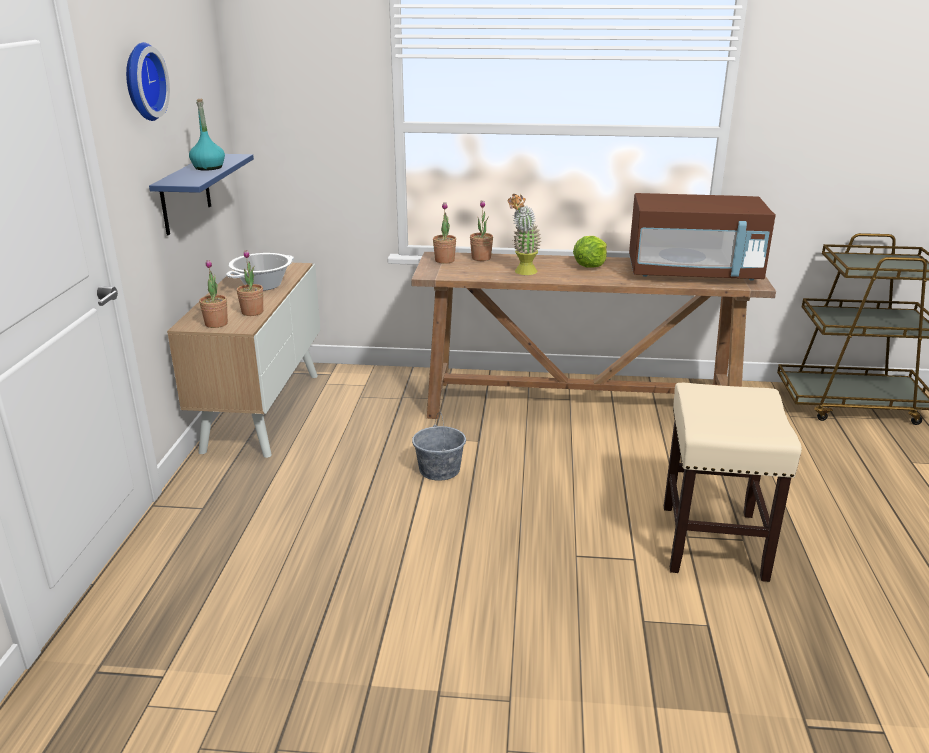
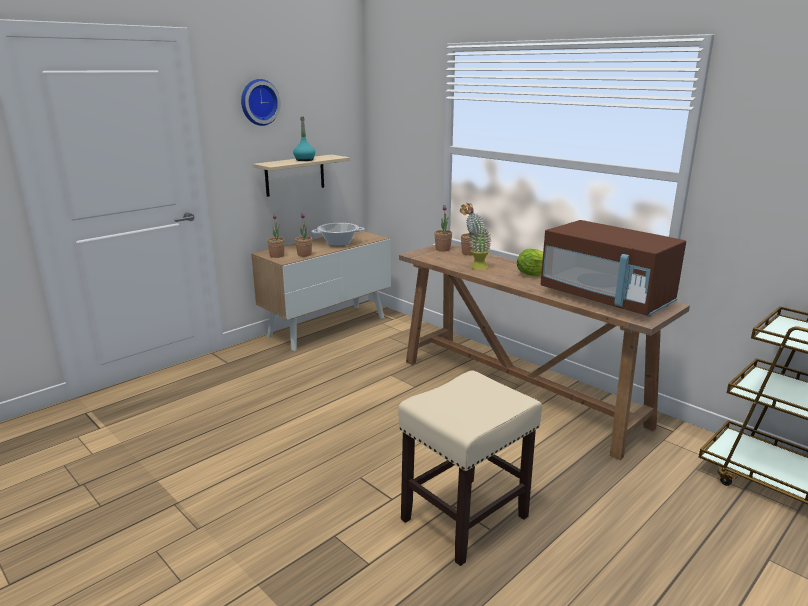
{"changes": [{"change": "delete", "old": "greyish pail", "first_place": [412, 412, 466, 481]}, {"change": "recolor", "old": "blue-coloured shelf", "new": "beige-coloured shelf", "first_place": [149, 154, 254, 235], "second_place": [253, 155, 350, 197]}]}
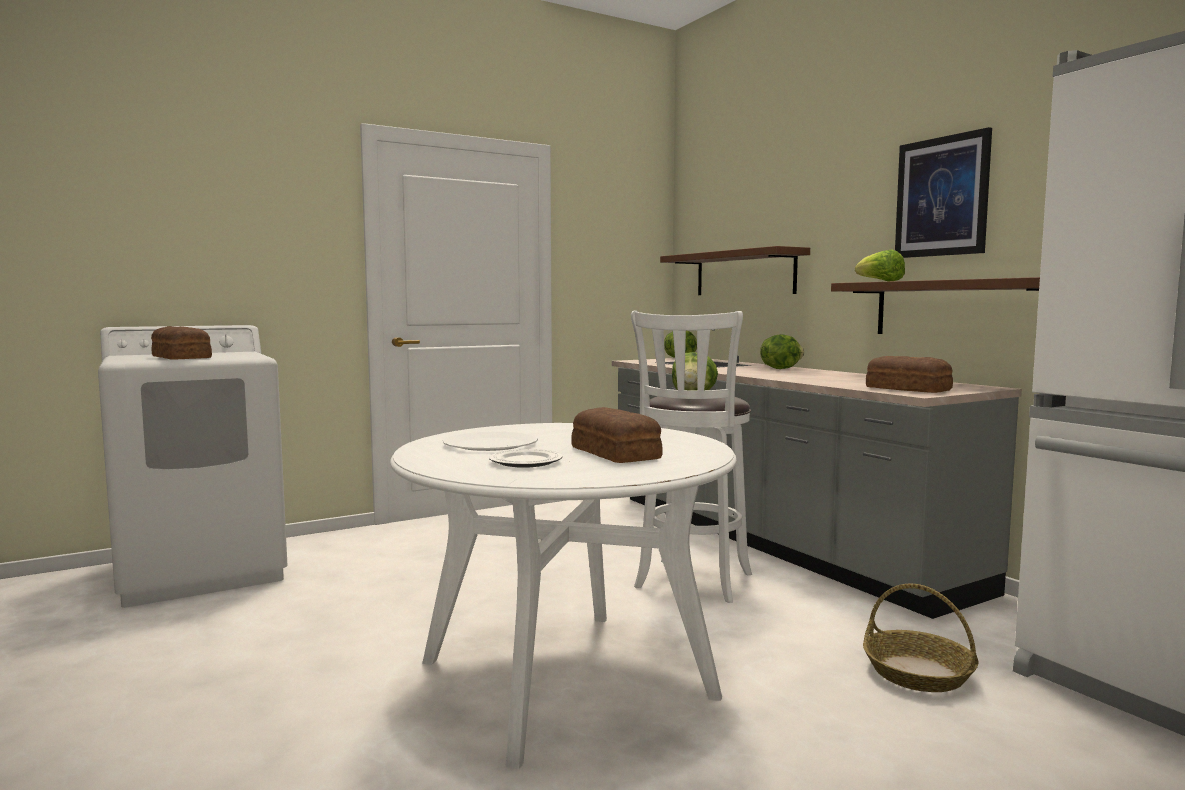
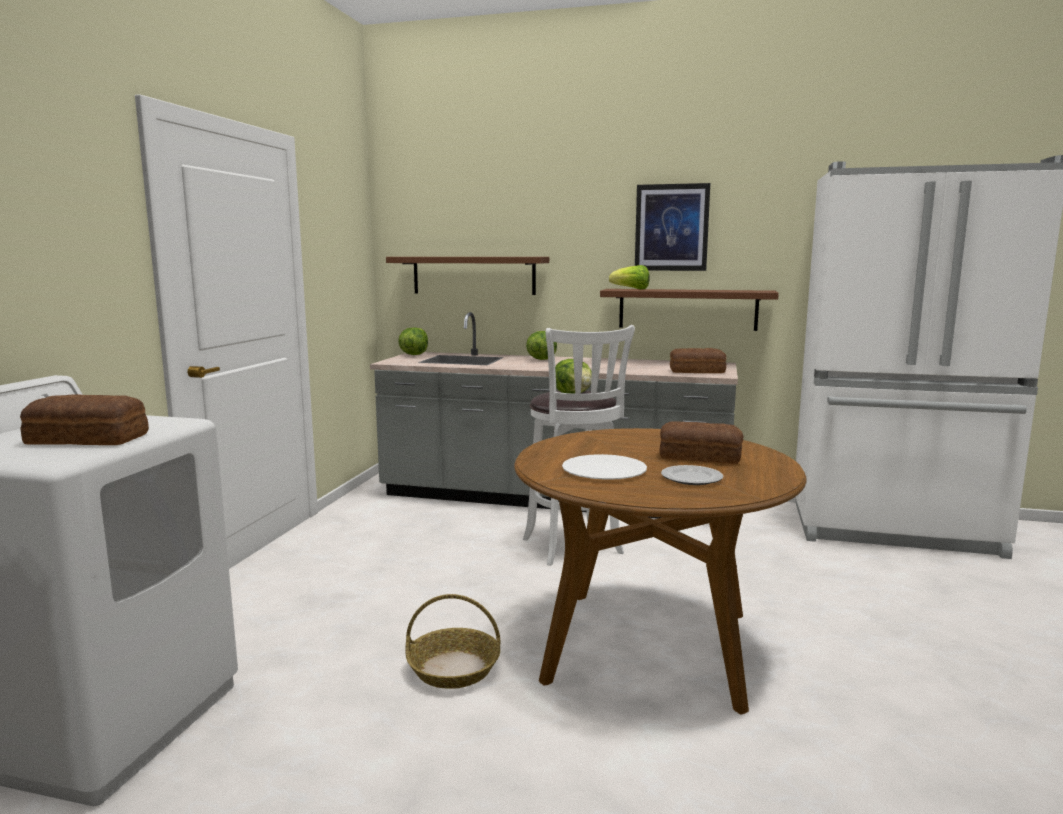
{"changes": [{"change": "move", "old": "household basket", "first_place": [863, 584, 979, 692], "second_place": [405, 594, 501, 689]}, {"change": "recolor", "old": "white-coloured dinner table", "new": "brownish dinner table", "first_place": [390, 423, 737, 769], "second_place": [514, 428, 806, 714]}]}
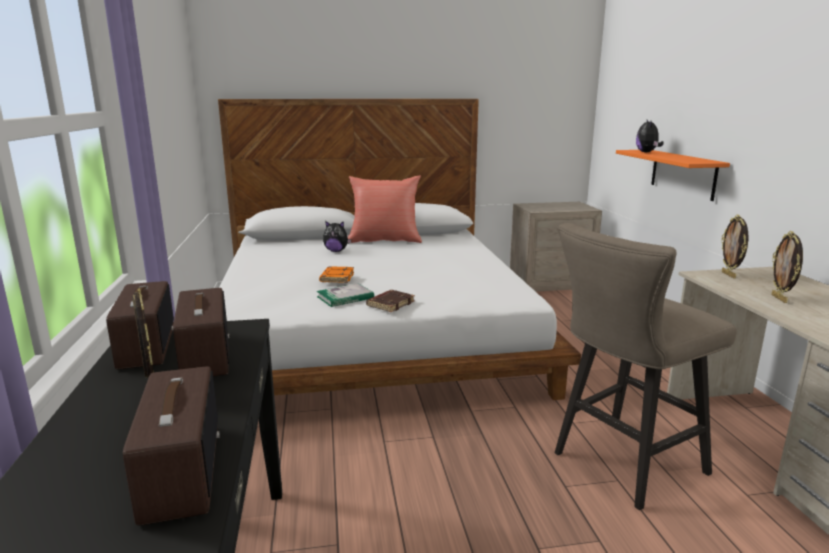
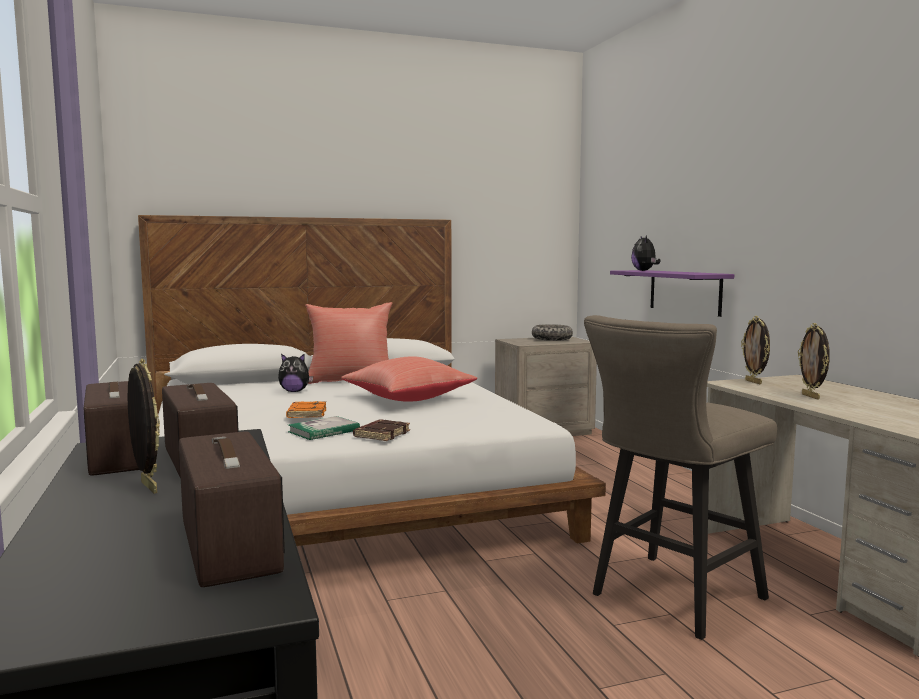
{"changes": [{"change": "insert", "new": "red throw pillow", "second_place": [341, 356, 478, 402]}, {"change": "insert", "new": "serving bowl", "second_place": [532, 324, 573, 341]}, {"change": "recolor", "old": "orangey shelf", "new": "purple shelf", "first_place": [616, 150, 730, 201], "second_place": [610, 270, 734, 317]}]}
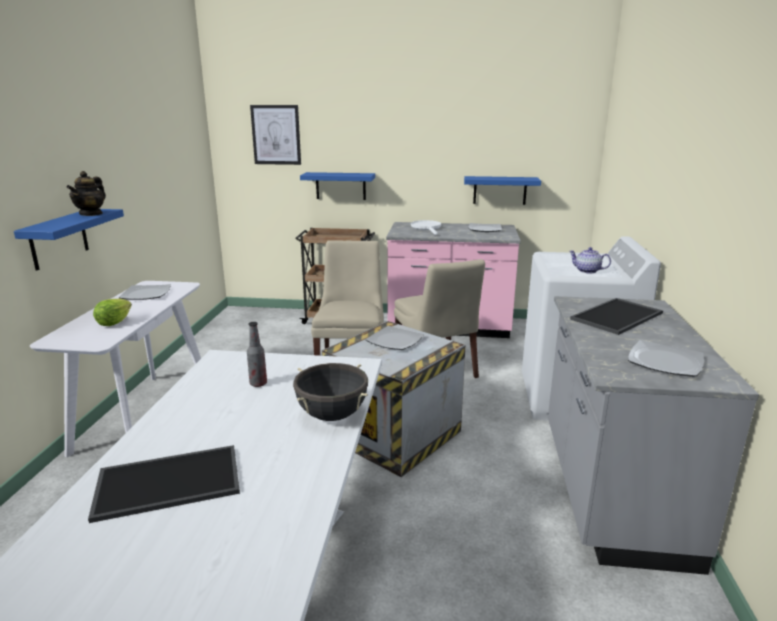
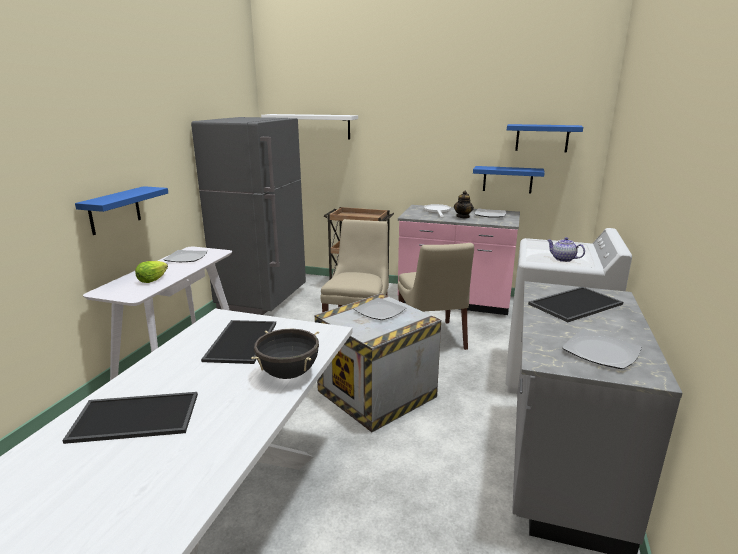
{"changes": [{"change": "insert", "new": "greyish refrigerator", "second_place": [191, 117, 306, 315]}, {"change": "move", "old": "tea pot", "first_place": [66, 171, 106, 216], "second_place": [454, 190, 474, 219]}, {"change": "move", "old": "blue-coloured shelf", "first_place": [300, 172, 375, 200], "second_place": [507, 124, 583, 152]}, {"change": "replace", "old": "drink bottle", "new": "tray", "first_place": [247, 322, 267, 387], "second_place": [201, 320, 276, 364]}, {"change": "replace", "old": "picture", "new": "white-coloured shelf", "first_place": [250, 105, 301, 165], "second_place": [261, 114, 358, 140]}]}
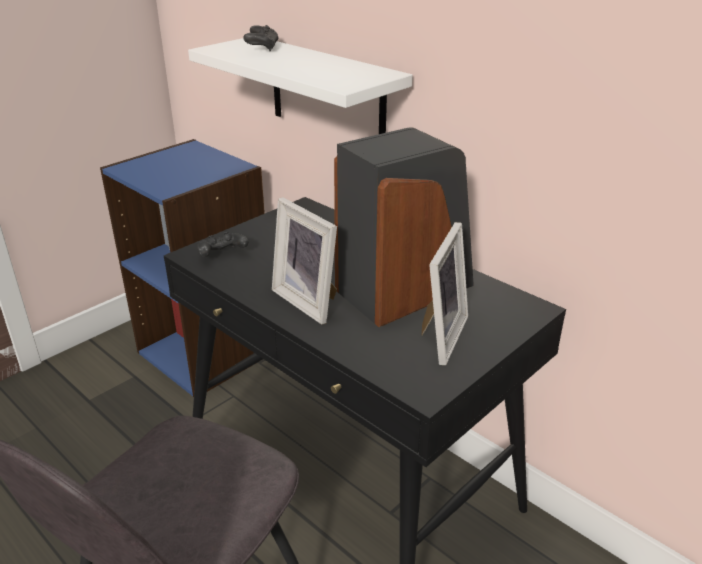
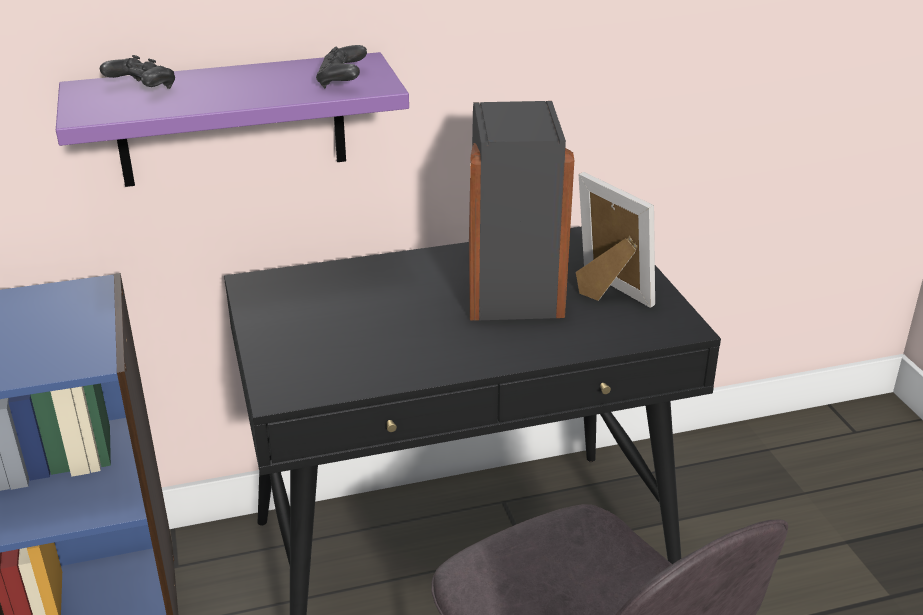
{"changes": [{"change": "delete", "old": "standing frame", "first_place": [272, 197, 337, 324]}, {"change": "move", "old": "black game controller", "first_place": [197, 232, 249, 257], "second_place": [316, 45, 367, 88]}, {"change": "recolor", "old": "white-coloured shelf", "new": "purple shelf", "first_place": [188, 38, 413, 134], "second_place": [56, 52, 409, 187]}]}
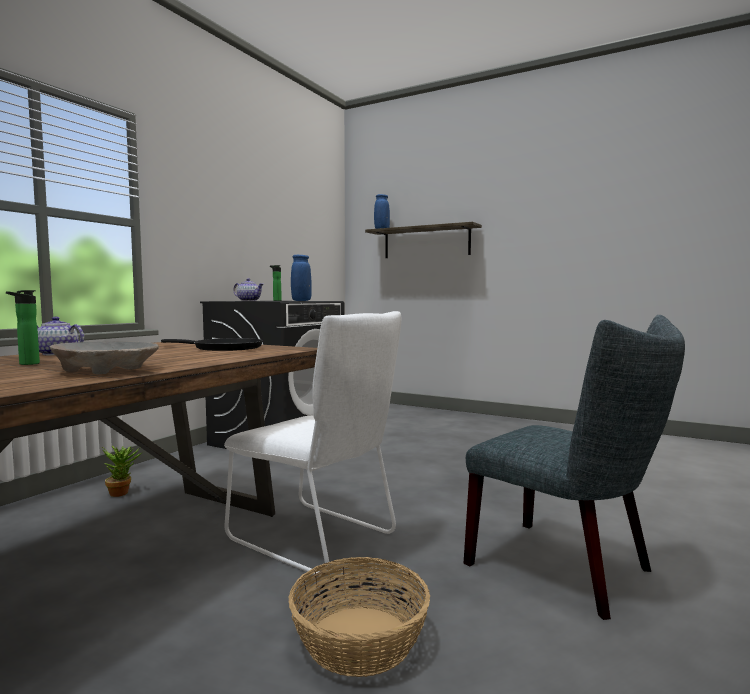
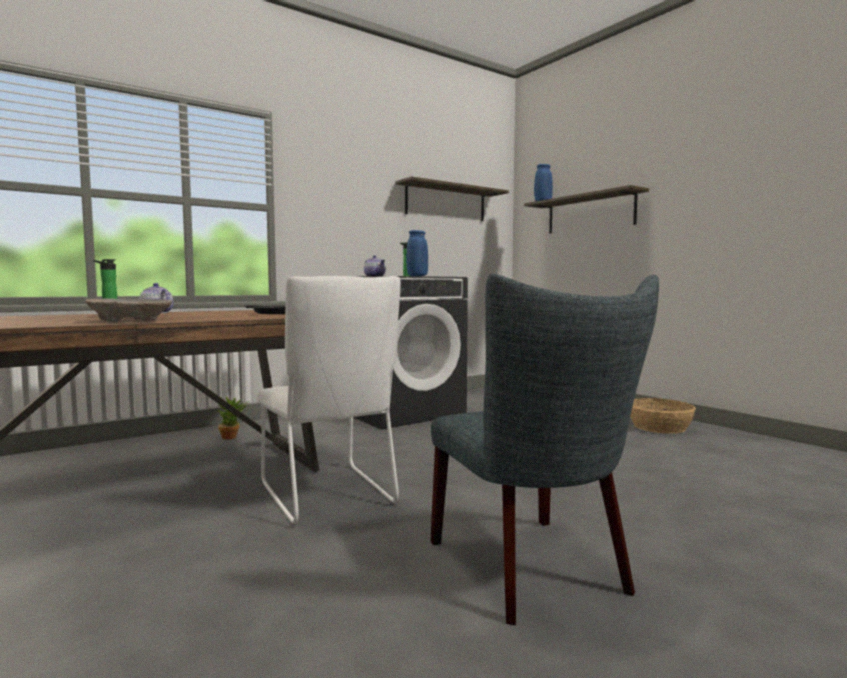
{"changes": [{"change": "insert", "new": "shelf", "second_place": [395, 176, 509, 221]}, {"change": "move", "old": "household basket", "first_place": [289, 557, 430, 677], "second_place": [630, 398, 696, 434]}]}
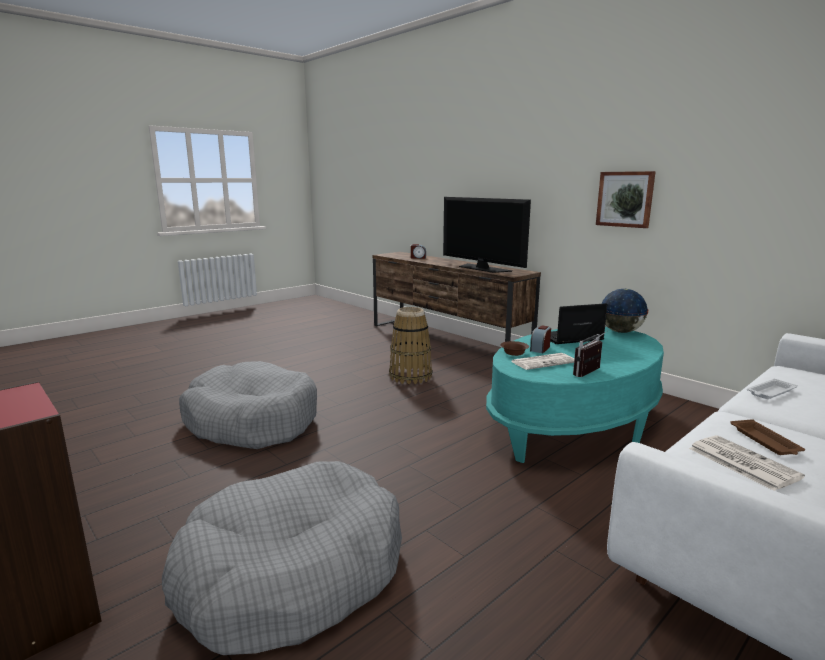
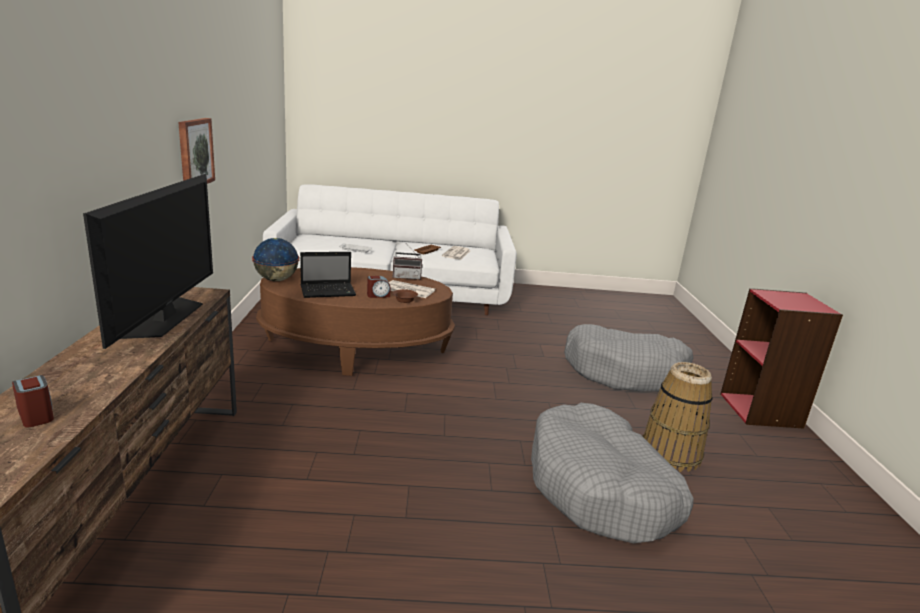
{"changes": [{"change": "move", "old": "household basket", "first_place": [389, 307, 432, 384], "second_place": [643, 362, 713, 472]}, {"change": "recolor", "old": "turquoise coffee table", "new": "brownish coffee table", "first_place": [486, 327, 664, 463], "second_place": [256, 267, 455, 376]}, {"change": "rotate", "old": "laptop", "first_place": [550, 303, 607, 344], "second_place": [300, 252, 356, 298], "degrees": -45}]}
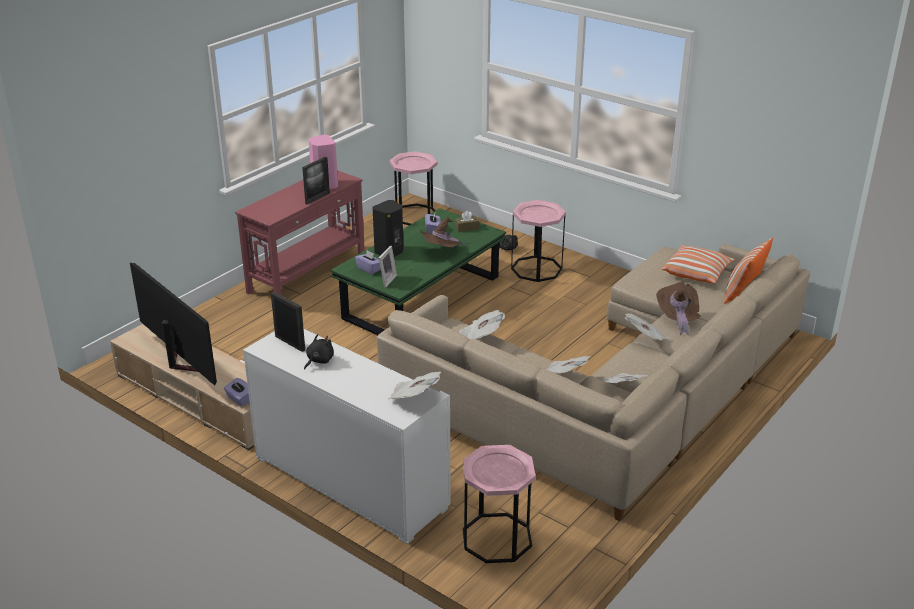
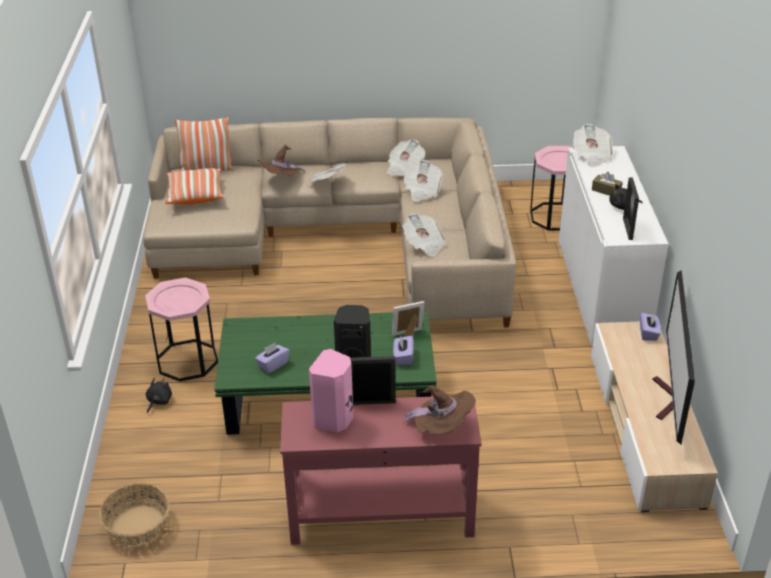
{"changes": [{"change": "move", "old": "brownish hat", "first_place": [419, 217, 466, 247], "second_place": [403, 385, 476, 435]}, {"change": "move", "old": "brownish box of tissues", "first_place": [455, 211, 479, 232], "second_place": [592, 172, 623, 196]}, {"change": "replace", "old": "pinkish end table", "new": "household basket", "first_place": [390, 151, 437, 225], "second_place": [99, 483, 170, 546]}]}
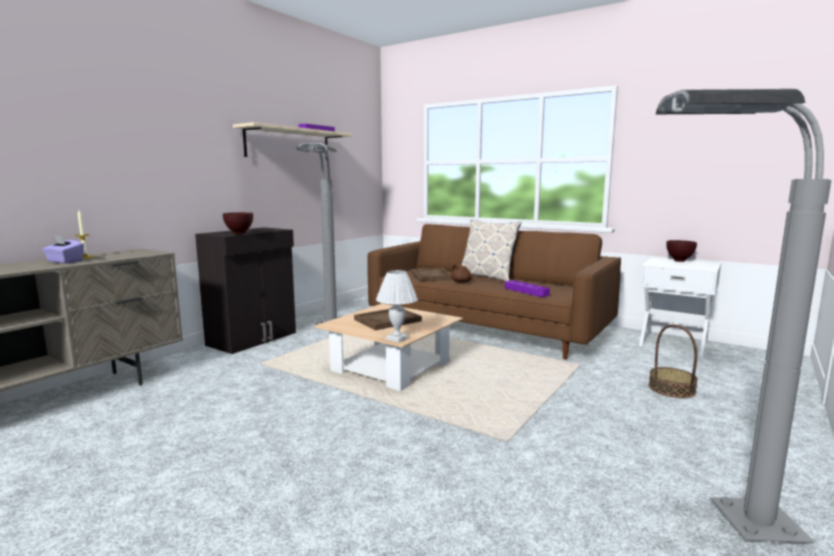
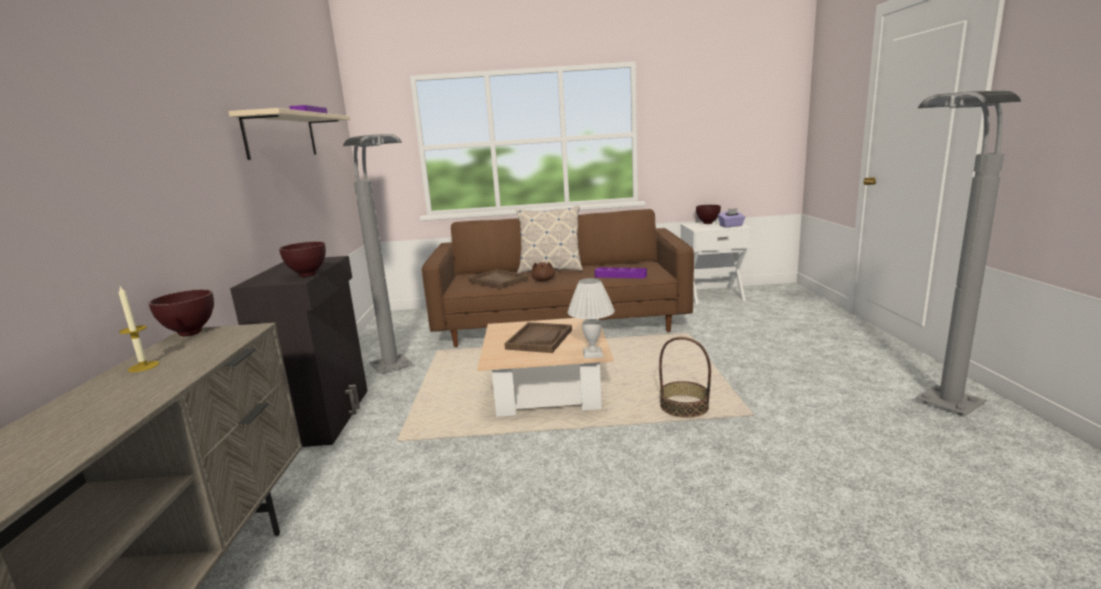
{"changes": [{"change": "insert", "new": "brownish serving bowl", "second_place": [149, 289, 214, 336]}, {"change": "move", "old": "purple box of tissues", "first_place": [42, 235, 84, 264], "second_place": [718, 208, 745, 227]}, {"change": "move", "old": "household basket", "first_place": [648, 324, 698, 398], "second_place": [659, 337, 711, 418]}]}
